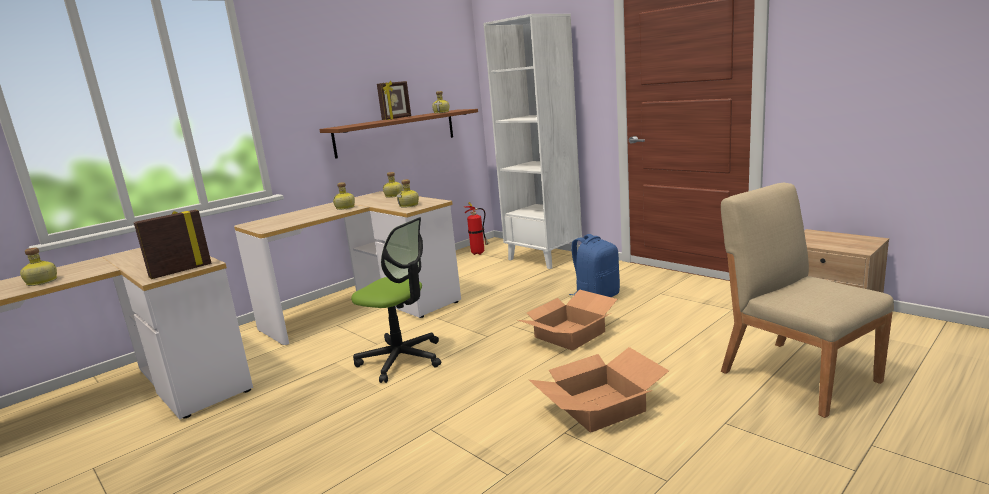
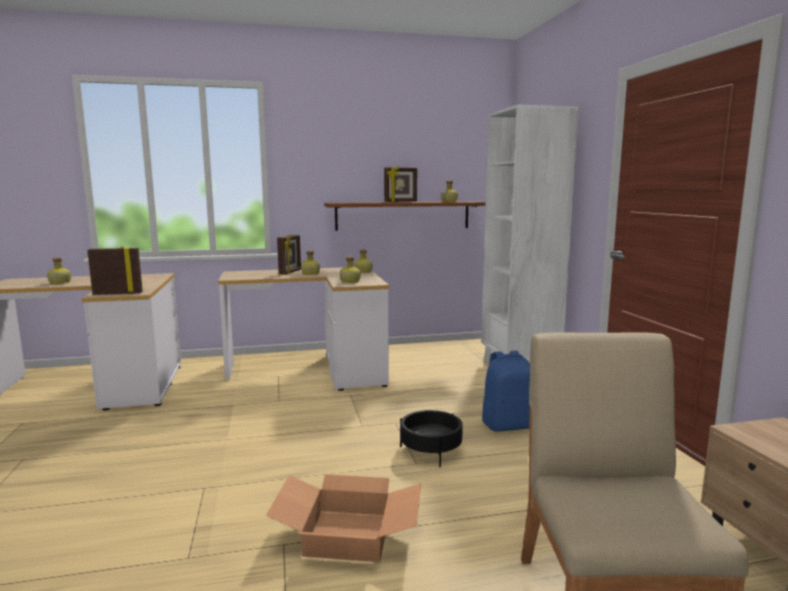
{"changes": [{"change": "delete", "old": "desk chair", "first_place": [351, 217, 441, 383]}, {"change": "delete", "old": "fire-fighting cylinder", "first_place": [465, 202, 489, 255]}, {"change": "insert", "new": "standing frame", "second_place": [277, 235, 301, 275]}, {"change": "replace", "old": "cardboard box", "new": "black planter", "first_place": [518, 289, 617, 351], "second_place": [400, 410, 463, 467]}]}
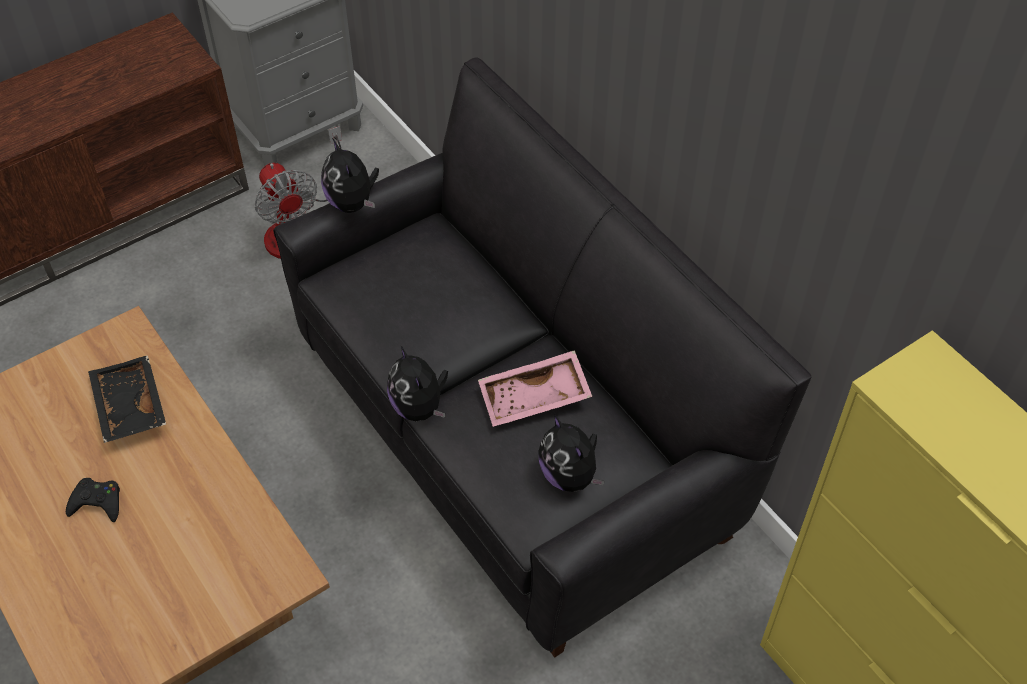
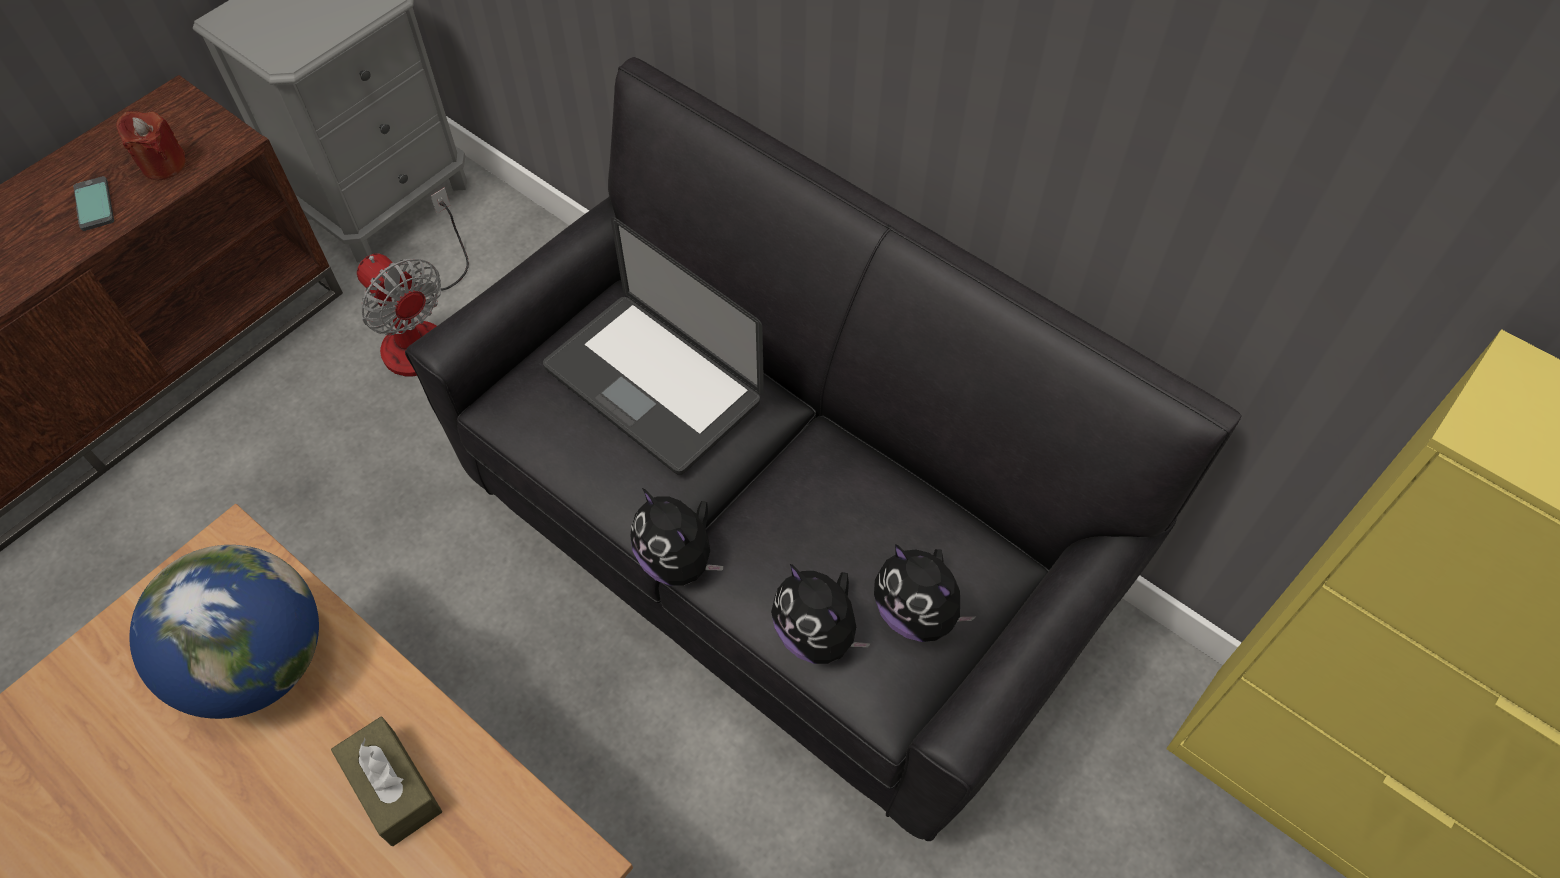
{"changes": [{"change": "delete", "old": "black game controller", "first_place": [66, 478, 120, 522]}, {"change": "delete", "old": "pinkish tray", "first_place": [478, 350, 593, 427]}, {"change": "insert", "new": "phone", "second_place": [73, 176, 114, 231]}, {"change": "insert", "new": "red candle", "second_place": [116, 111, 185, 180]}, {"change": "insert", "new": "brownish box of tissues", "second_place": [331, 717, 442, 846]}, {"change": "insert", "new": "laptop", "second_place": [543, 217, 764, 475]}, {"change": "move", "old": "plush toy", "first_place": [321, 138, 379, 213], "second_place": [771, 564, 871, 664]}, {"change": "replace", "old": "black tray", "new": "world globe", "first_place": [88, 355, 166, 443], "second_place": [129, 545, 319, 719]}]}
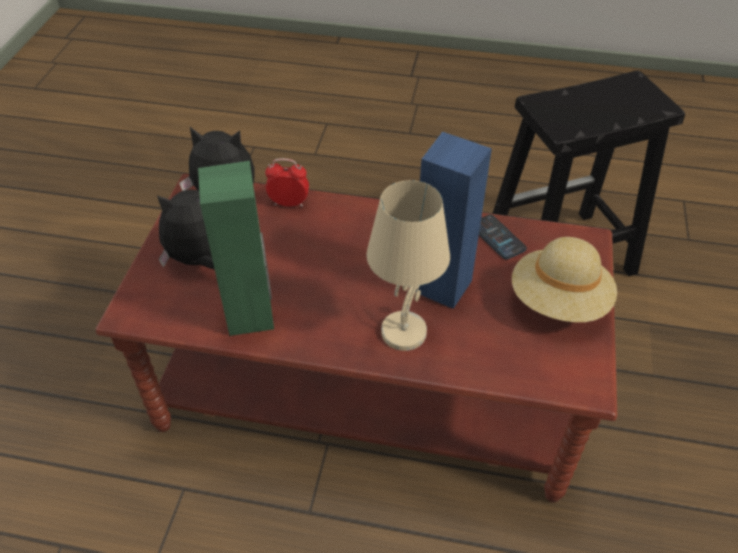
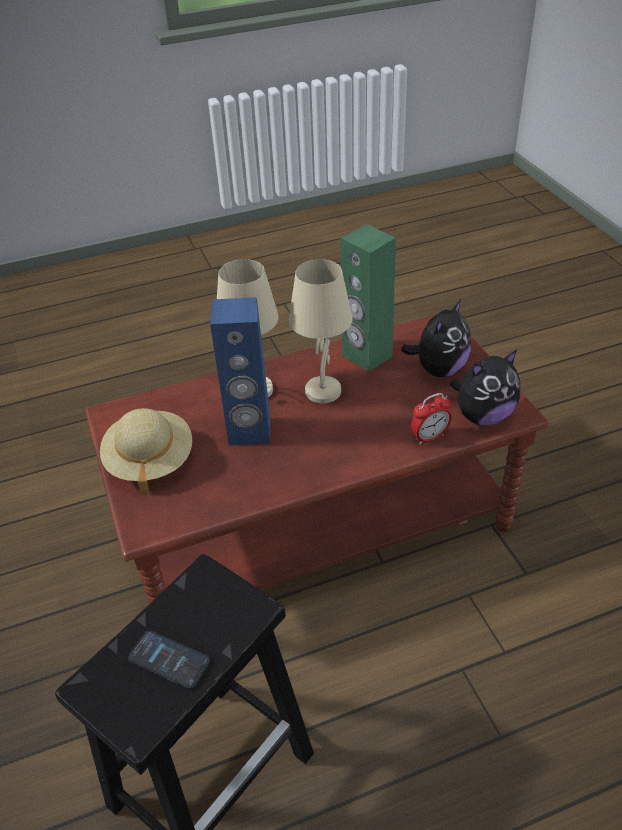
{"changes": [{"change": "insert", "new": "beige-coloured tabletop lamp", "second_place": [289, 259, 353, 403]}, {"change": "move", "old": "phone", "first_place": [479, 215, 527, 260], "second_place": [128, 631, 210, 689]}]}
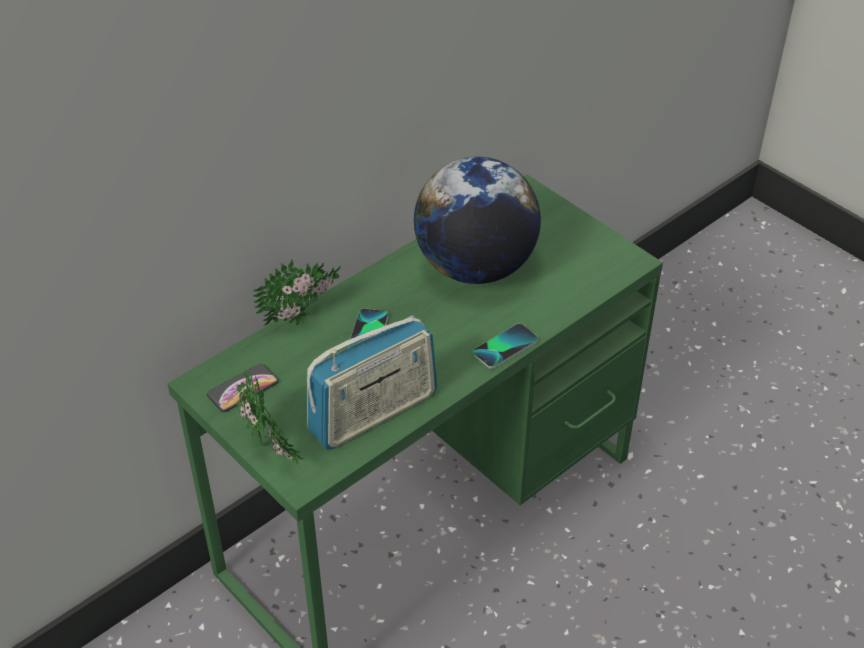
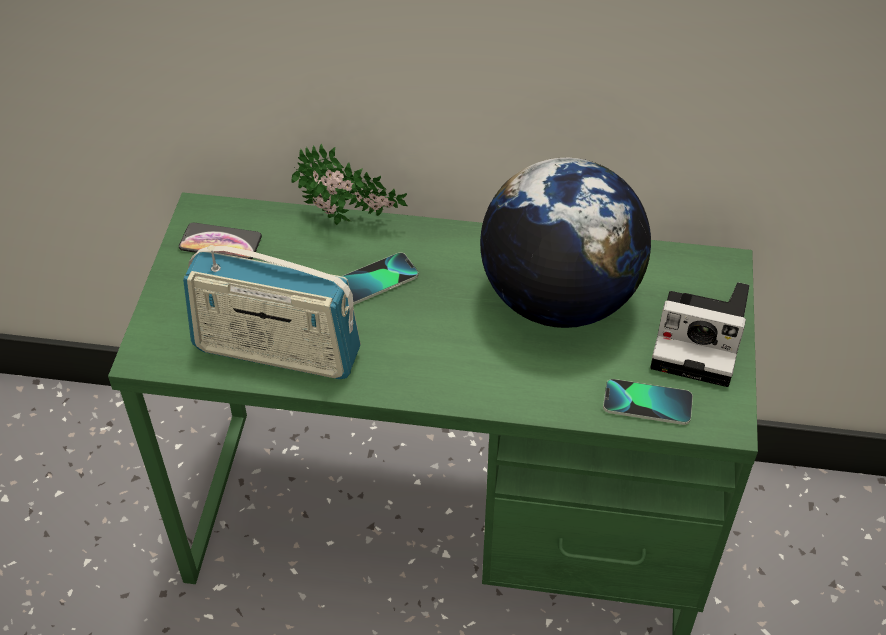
{"changes": [{"change": "delete", "old": "potted plant", "first_place": [236, 370, 303, 467]}, {"change": "insert", "new": "photo camera", "second_place": [650, 282, 749, 387]}, {"change": "move", "old": "phone", "first_place": [473, 323, 538, 369], "second_place": [603, 379, 693, 425]}]}
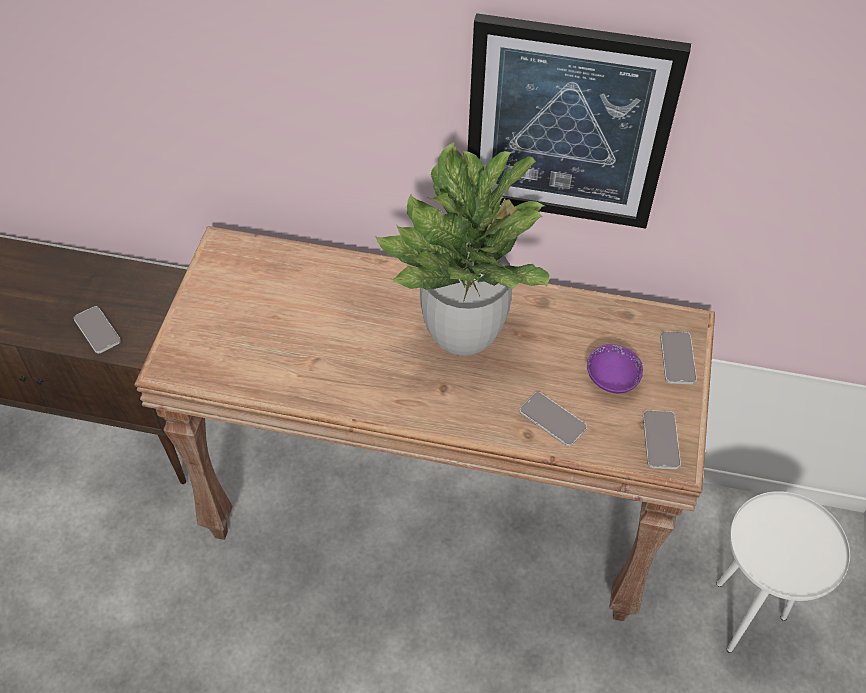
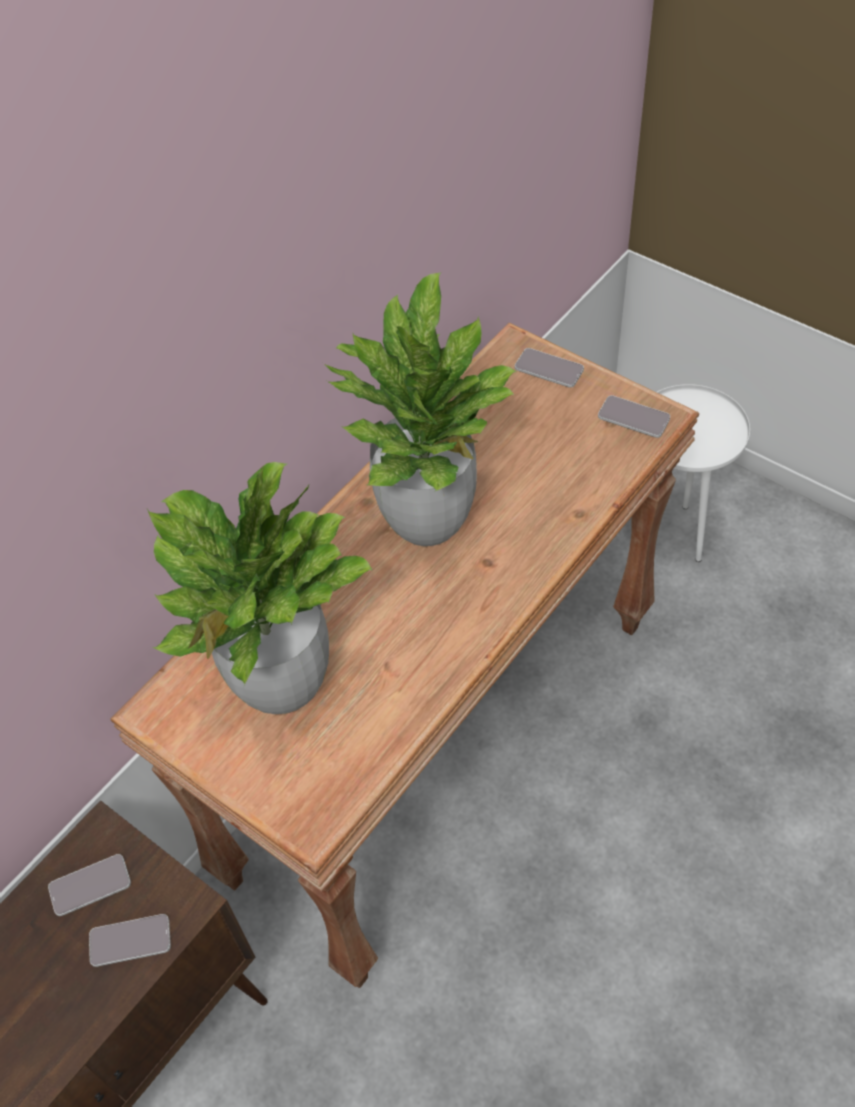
{"changes": [{"change": "delete", "old": "picture", "first_place": [468, 13, 691, 229]}, {"change": "delete", "old": "purple serving bowl", "first_place": [587, 344, 643, 393]}, {"change": "insert", "new": "potted plant", "second_place": [147, 462, 373, 714]}, {"change": "move", "old": "phone", "first_place": [520, 392, 587, 446], "second_place": [48, 854, 131, 916]}]}
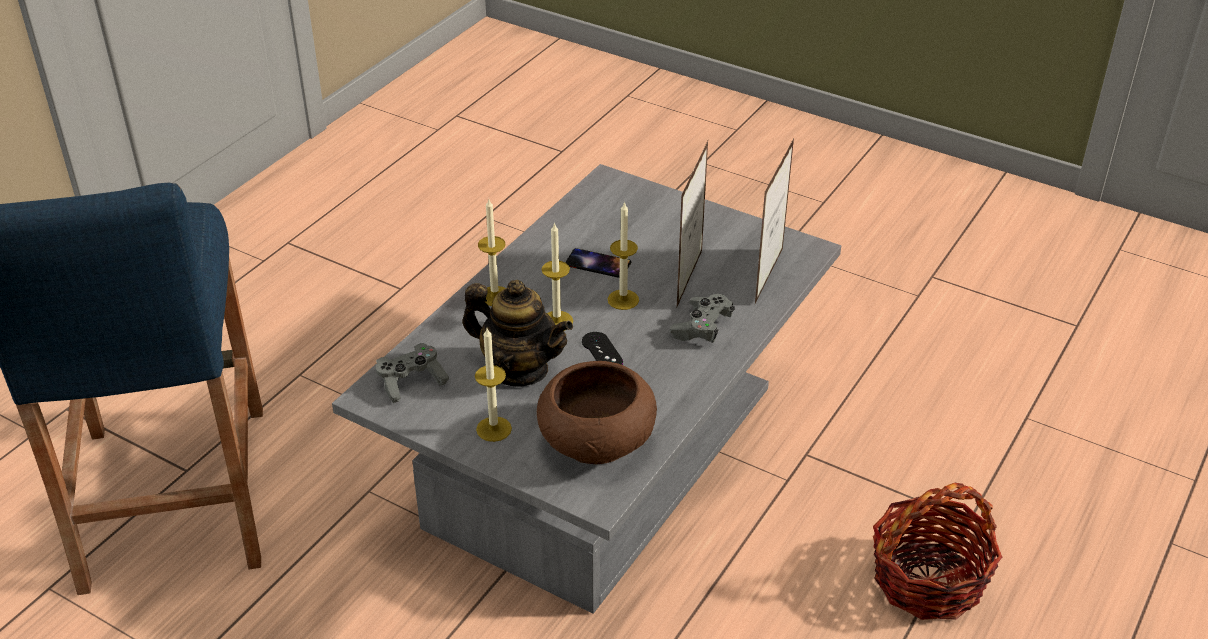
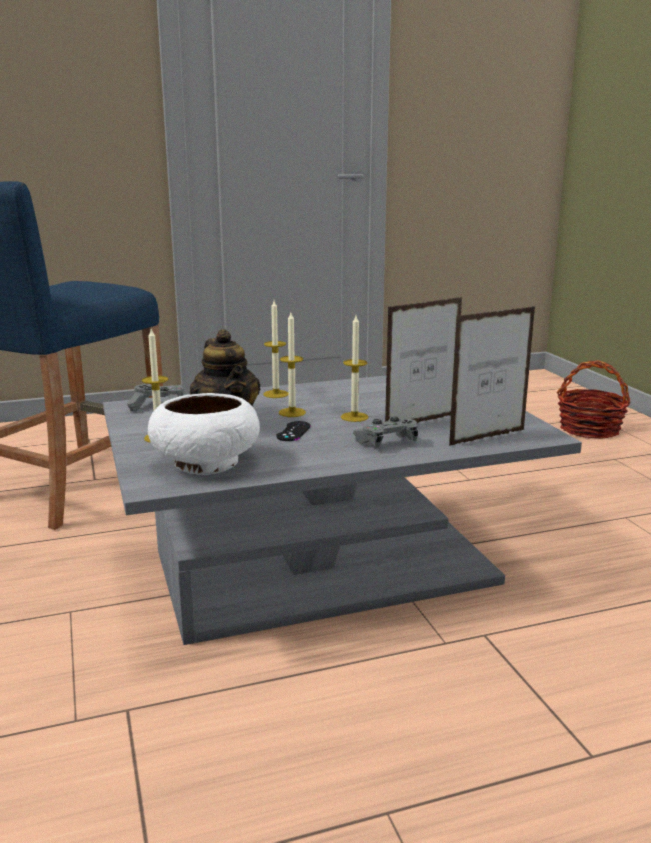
{"changes": [{"change": "delete", "old": "phone", "first_place": [565, 248, 631, 278]}, {"change": "move", "old": "household basket", "first_place": [873, 483, 1003, 620], "second_place": [557, 360, 631, 439]}, {"change": "recolor", "old": "brownish serving bowl", "new": "white-coloured serving bowl", "first_place": [537, 361, 657, 464], "second_place": [148, 393, 260, 475]}]}
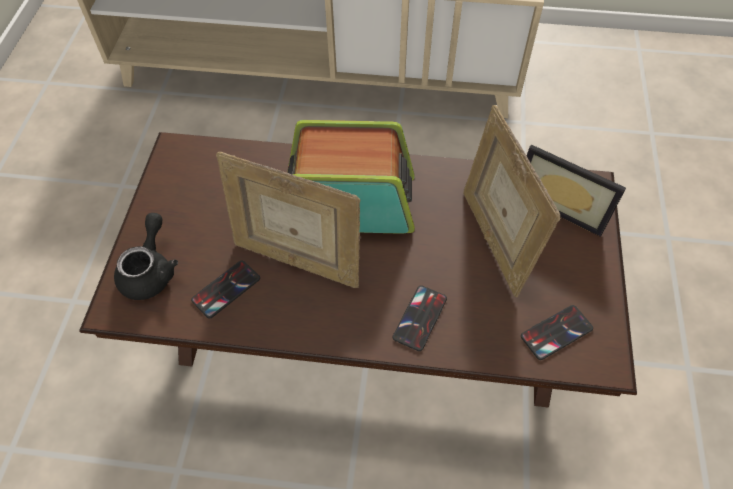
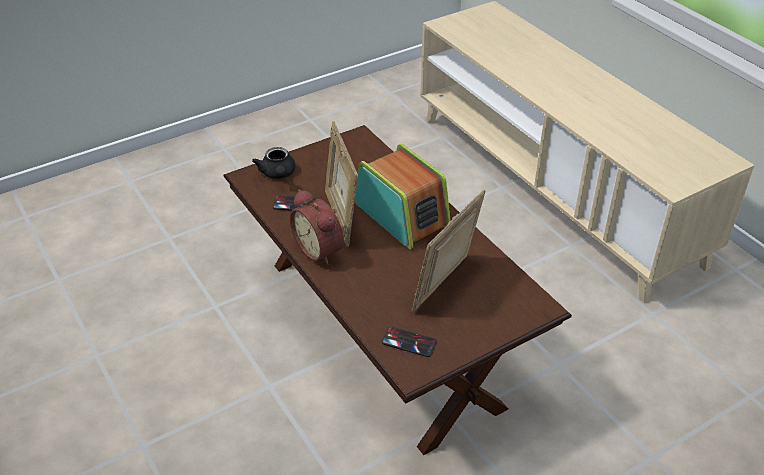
{"changes": [{"change": "delete", "old": "phone", "first_place": [392, 286, 447, 351]}, {"change": "delete", "old": "standing frame", "first_place": [527, 144, 626, 237]}, {"change": "insert", "new": "table clock", "second_place": [290, 189, 344, 265]}, {"change": "rotate", "old": "black tea pot", "first_place": [114, 213, 178, 300], "second_place": [252, 147, 296, 179], "degrees": 105}]}
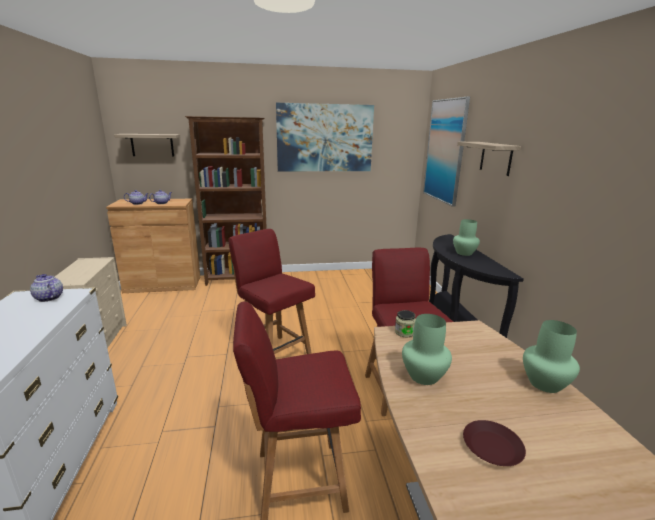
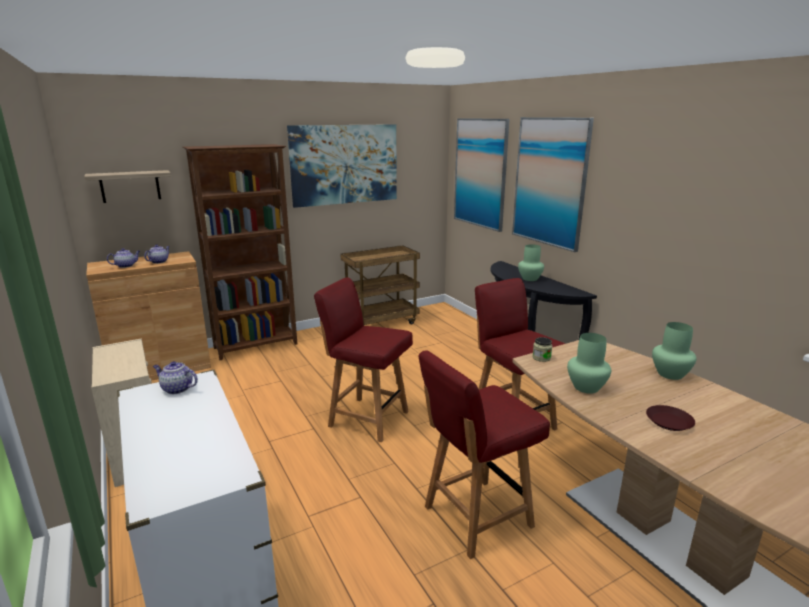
{"changes": [{"change": "insert", "new": "brownish cart", "second_place": [340, 245, 420, 325]}, {"change": "replace", "old": "shelf", "new": "picture", "first_place": [457, 142, 521, 176], "second_place": [512, 117, 594, 252]}]}
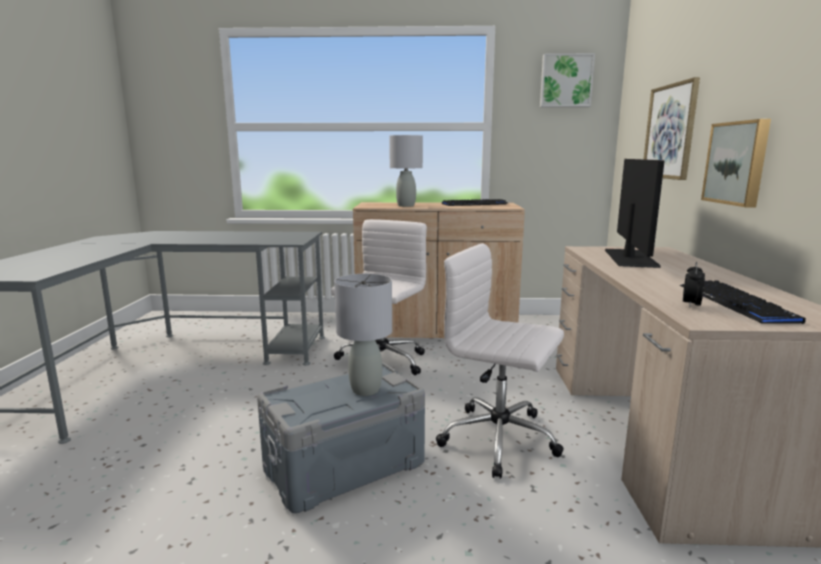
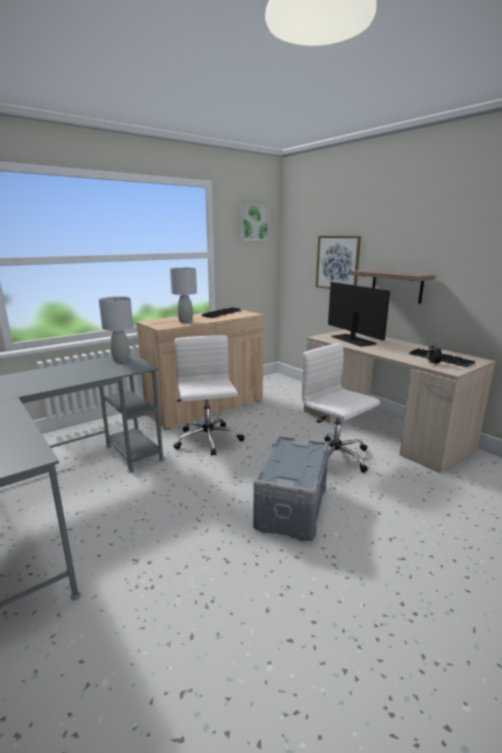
{"changes": [{"change": "move", "old": "greyish tabletop lamp", "first_place": [334, 274, 392, 396], "second_place": [99, 297, 133, 362]}, {"change": "replace", "old": "picture", "new": "shelf", "first_place": [701, 119, 771, 207], "second_place": [351, 270, 435, 304]}, {"change": "rotate", "old": "white-coloured desk chair", "first_place": [436, 243, 564, 478], "second_place": [302, 343, 380, 473], "degrees": 60}]}
